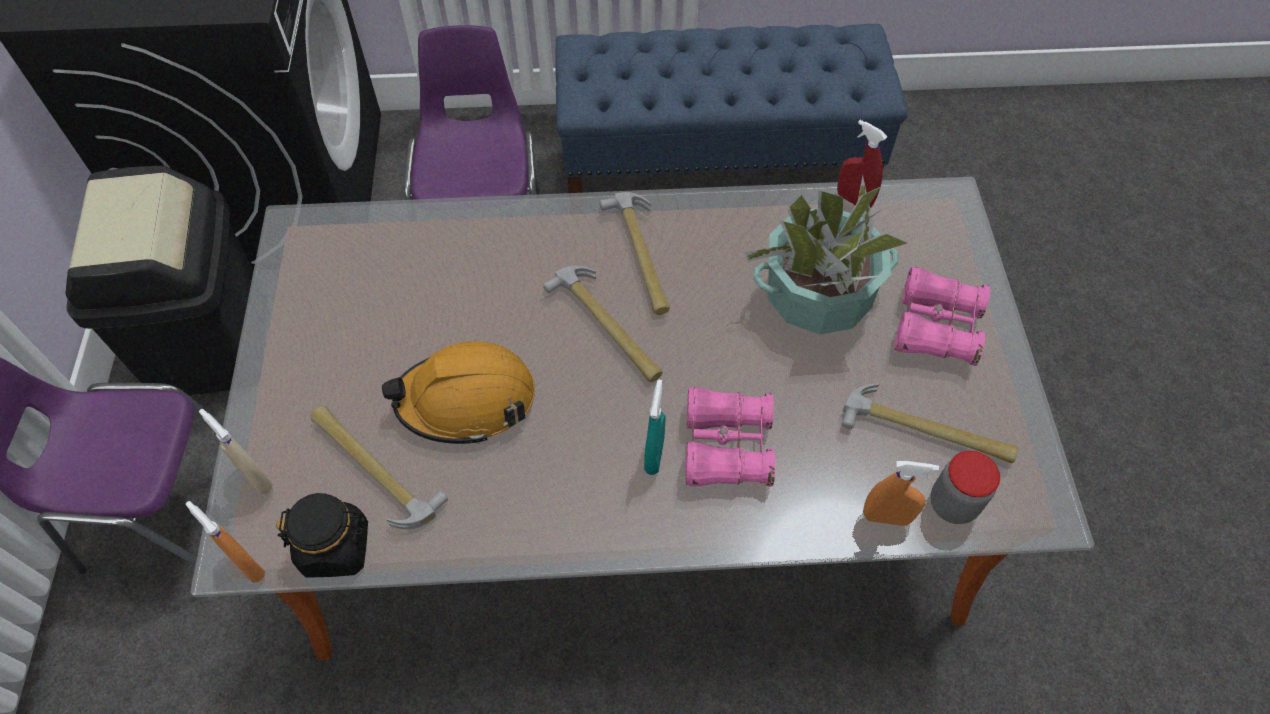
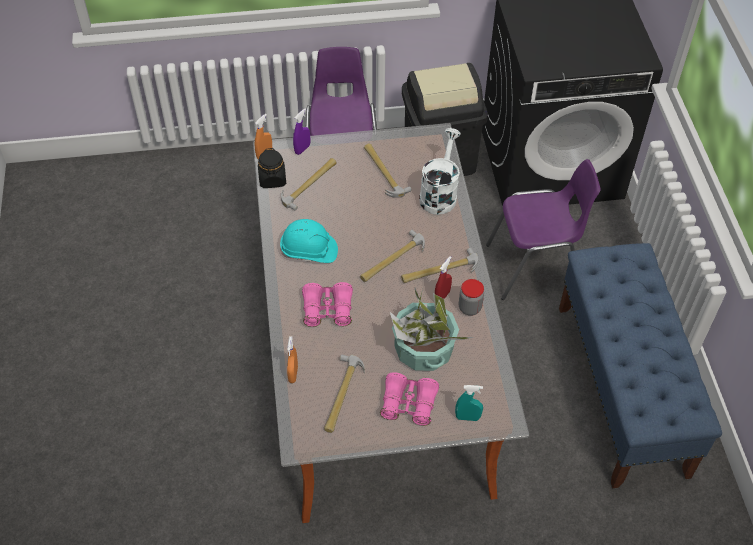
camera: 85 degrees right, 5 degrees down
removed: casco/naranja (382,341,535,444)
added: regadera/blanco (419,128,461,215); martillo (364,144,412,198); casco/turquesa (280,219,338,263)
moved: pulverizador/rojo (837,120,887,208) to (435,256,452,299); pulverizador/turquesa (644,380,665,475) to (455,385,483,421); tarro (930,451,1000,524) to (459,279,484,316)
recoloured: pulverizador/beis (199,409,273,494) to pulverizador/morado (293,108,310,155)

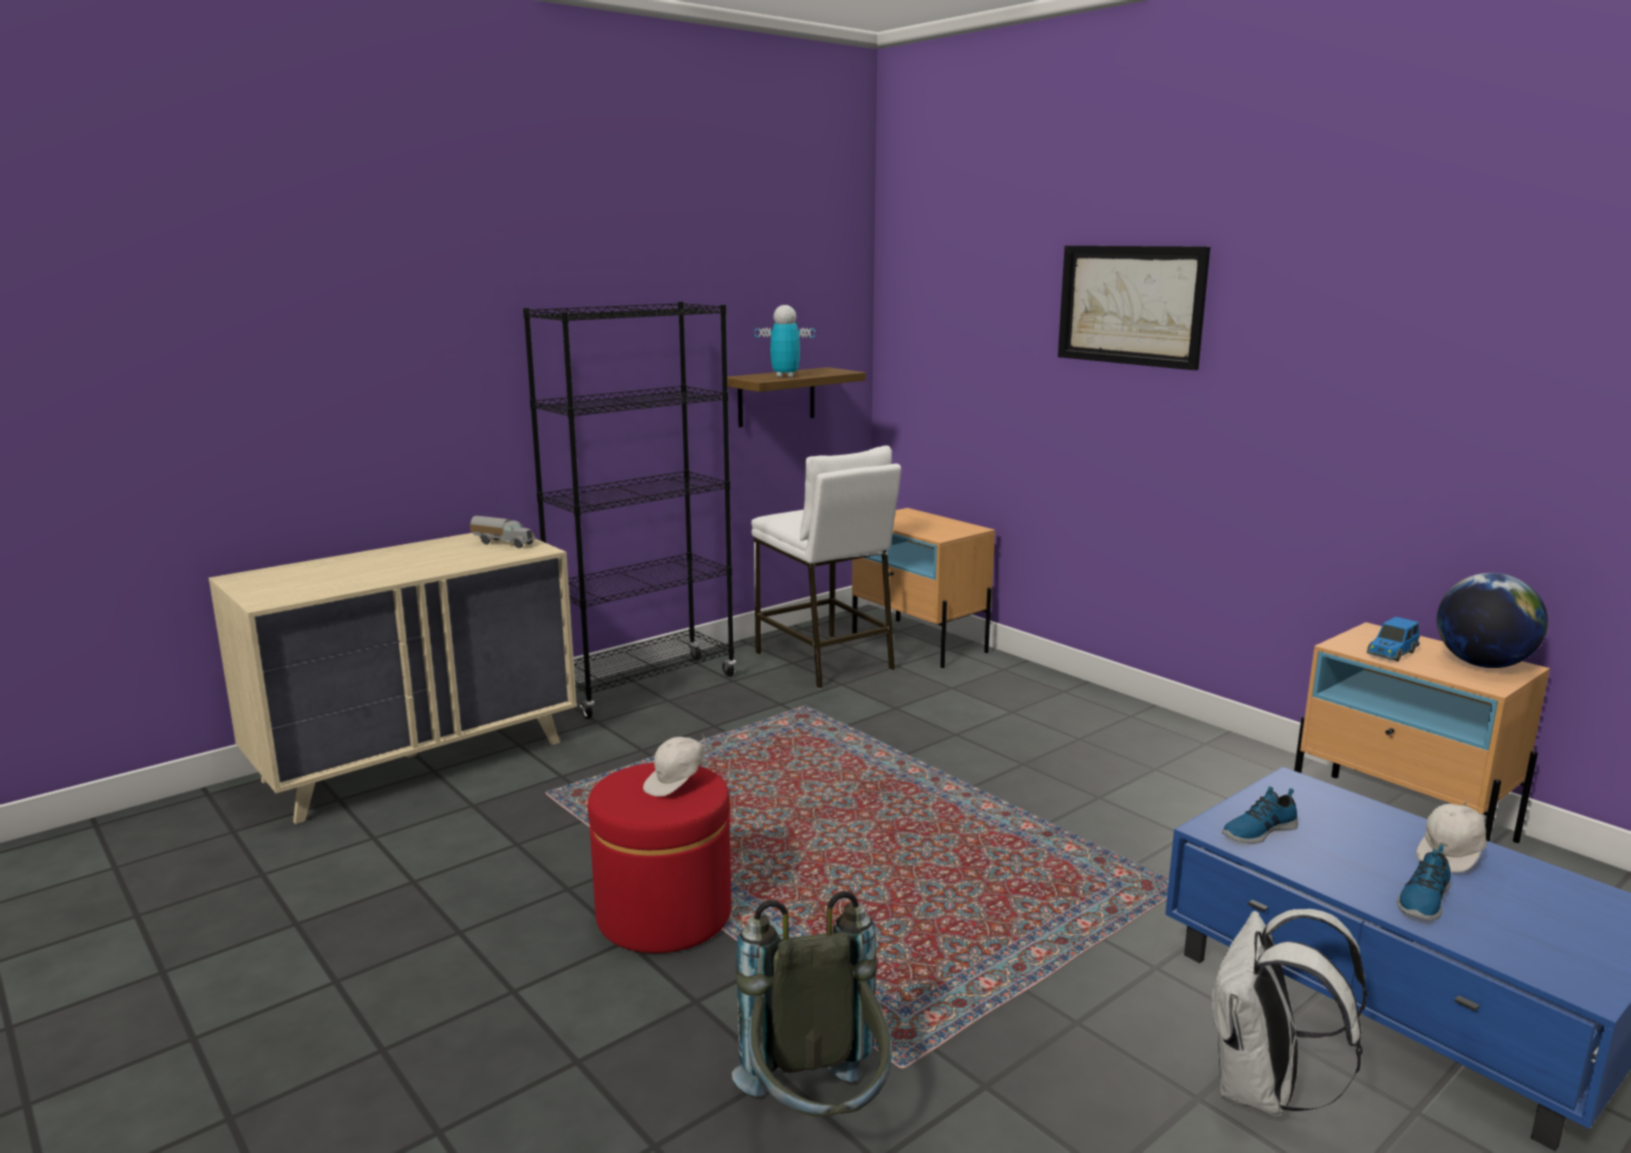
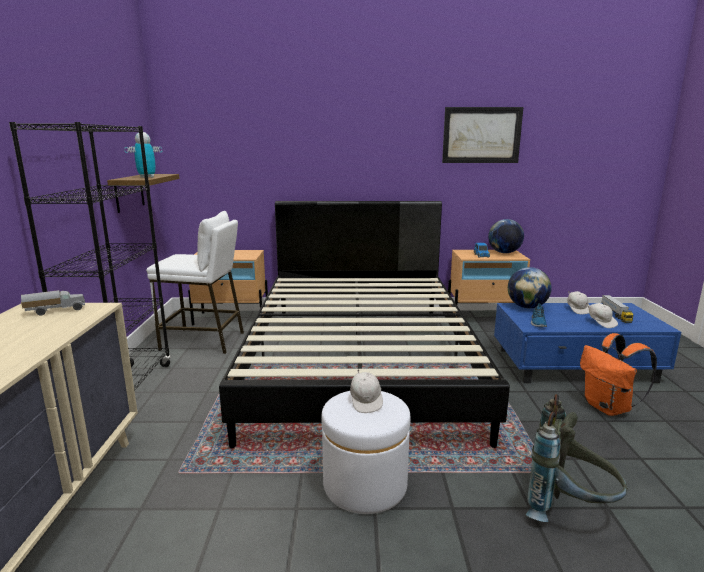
camera: 50 degrees left, 0 degrees up
added: cama/negro (219,201,510,448); globo terráqueo (508,267,552,308); camión de juguete (601,295,634,323)
moved: cuadro (1058,246,1210,370) to (442,107,523,163)
replaced: zapato (1397,845,1451,920) to gorra/blanco (586,303,618,328)
recoloured: puf/rojo (588,763,731,953) to puf/blanco (321,391,411,514); mochila/blanco (1208,909,1368,1117) to mochila/naranja (580,333,657,416)

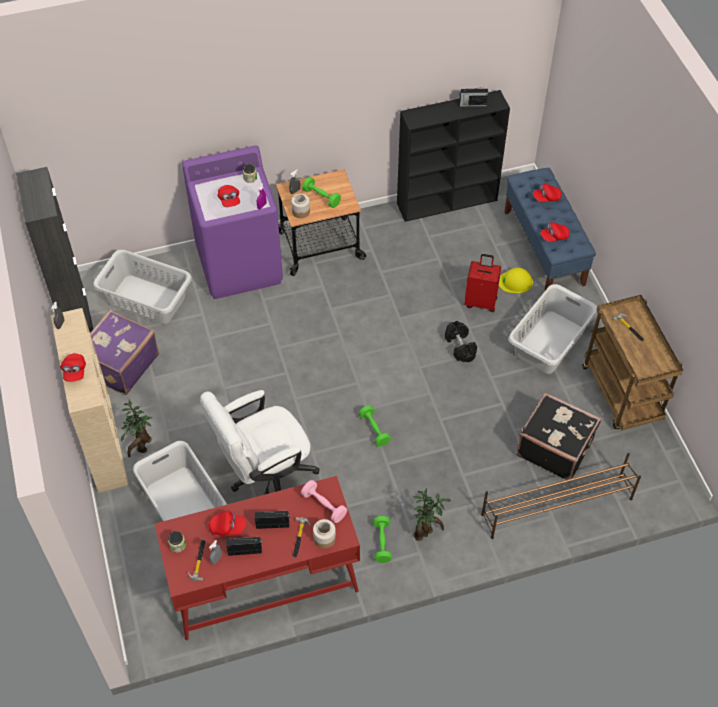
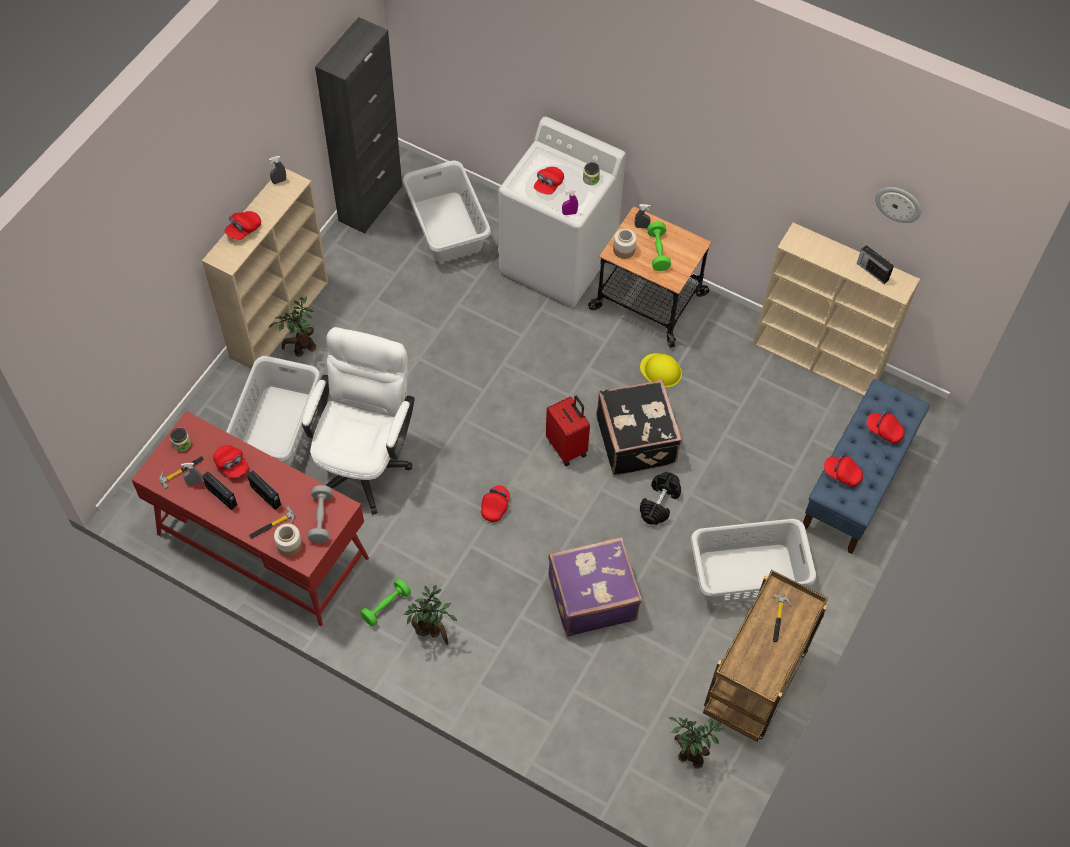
camera: 45 degrees right, 5 degrees up
removed: zapatero/marrón (481,453,641,539)
added: reloj de pared (875,187,921,223); planta en maceta (669,717,723,769)
moved: maleta/rojo (464,254,501,312) to (546,396,590,466); casco/amarillo (499,268,533,293) to (640,353,682,388); maleta/morado (90,310,159,395) to (549,537,642,637); maleta/negro (516,392,601,480) to (596,380,682,475)
replaced: mancuerna/verde (359,405,391,447) to gorra/rojo (481,486,510,522)
recoloured: estantería/negro (397,90,510,222) to estantería/beis (753,223,920,396); lavadora/morado (182,146,283,299) to lavadora/blanco (499,117,626,307); mancuerna/rosa (301,480,347,523) to mancuerna/gris (308,485,333,543)
turned: silla de oficina/blanco (200,390,320,495) = (302,327,415,515) 90 degrees clockwise

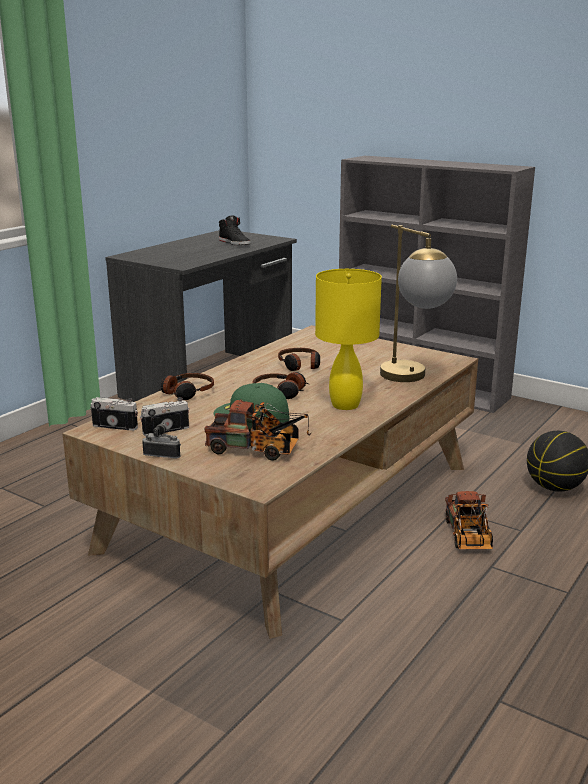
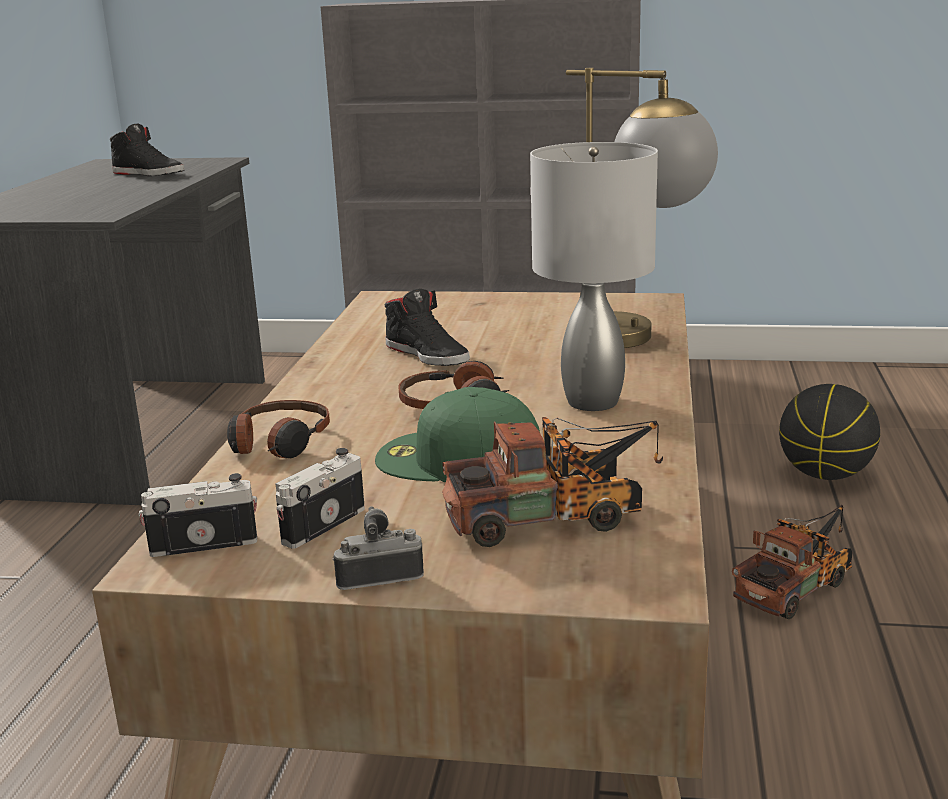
camera: 25 degrees left, 0 degrees up
replaced: auriculares (278,348,320,371) to zapato/negro (384,289,470,366)
recoloured: lámpara de mesa/amarillo (315,269,382,410) to lámpara de mesa/gris (530,142,658,411)
turned: camión de juguete (445,491,493,549) = (732,505,852,619) 105 degrees counterclockwise

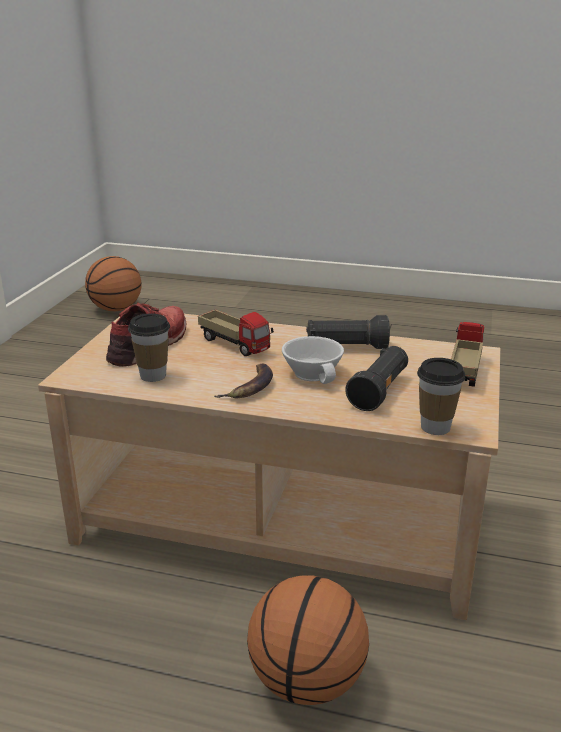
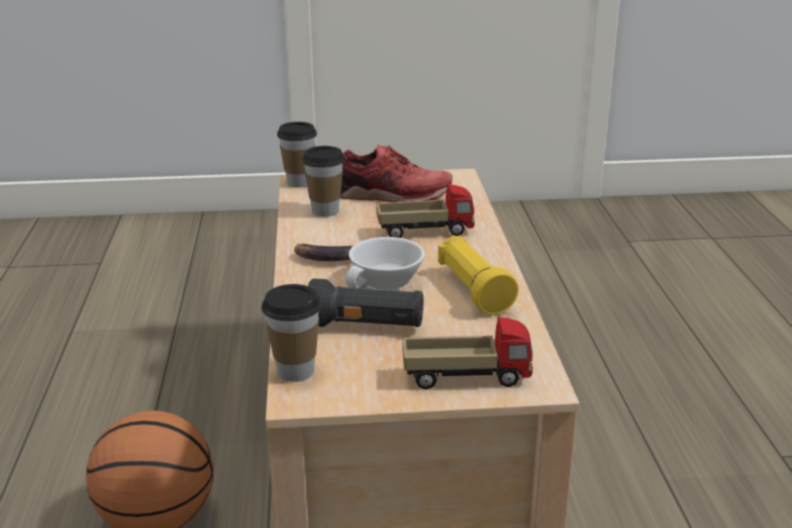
camera: 70 degrees right, 0 degrees up
removed: balón de baloncesto (85,256,141,311)
added: taza (277,122,317,188)
recoloured: linterna/negro (306,315,390,349) to linterna/amarillo (438,236,519,315)
turned: camión de juguete (198,309,274,356) = (376,184,475,238) 120 degrees counterclockwise

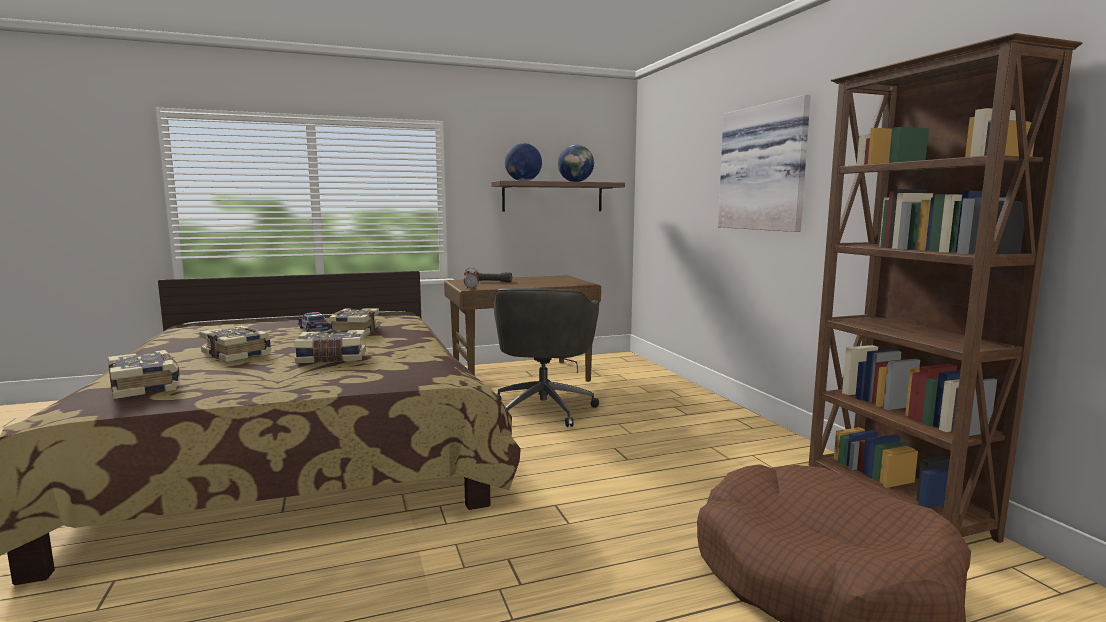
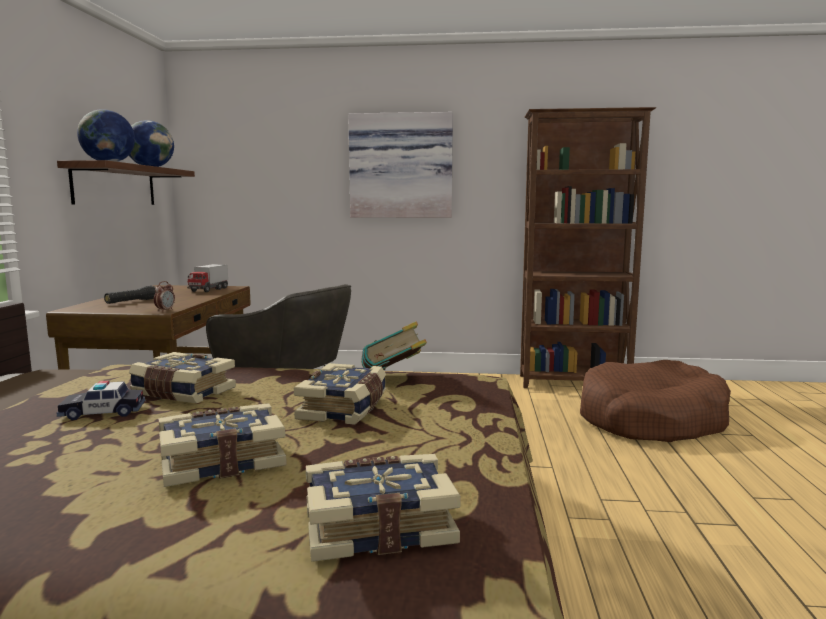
camera: 65 degrees left, 0 degrees up
added: camión de juguete (187,264,228,292); libro (361,321,427,370)

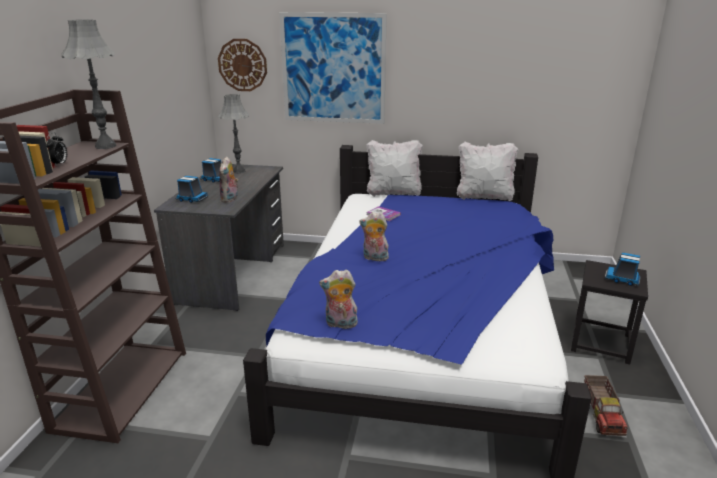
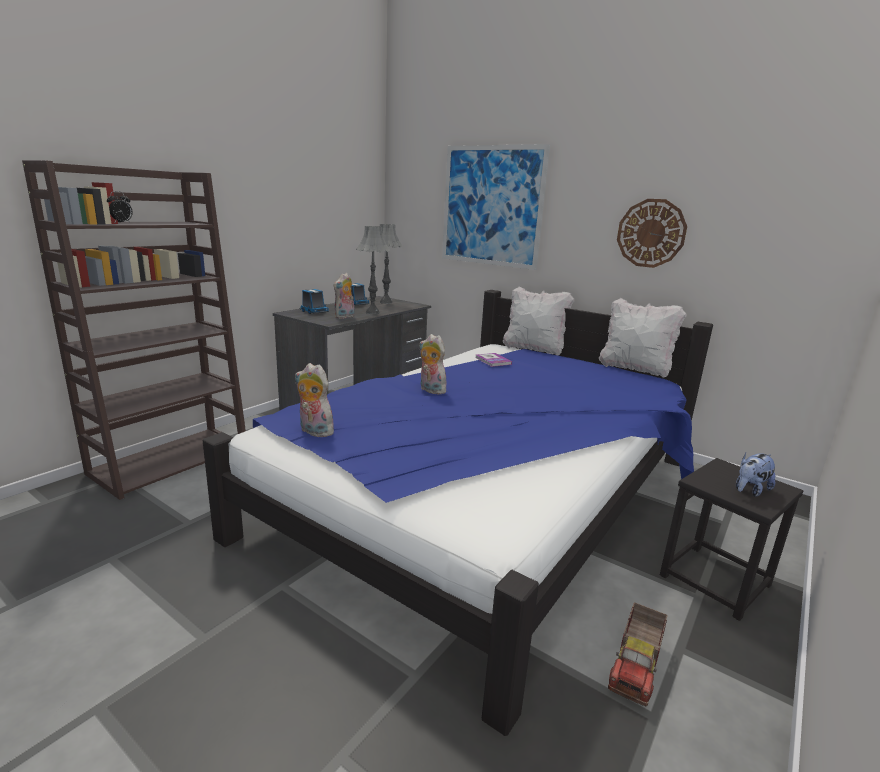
camera: 25 degrees right, 5 degrees down
moved: lámpara de mesa/gris (61,20,116,149) to (356,226,390,314); reloj de pared (218,39,267,91) to (617,199,687,268)
replaced: camión de juguete (605,253,641,286) to peluche (736,453,776,497)

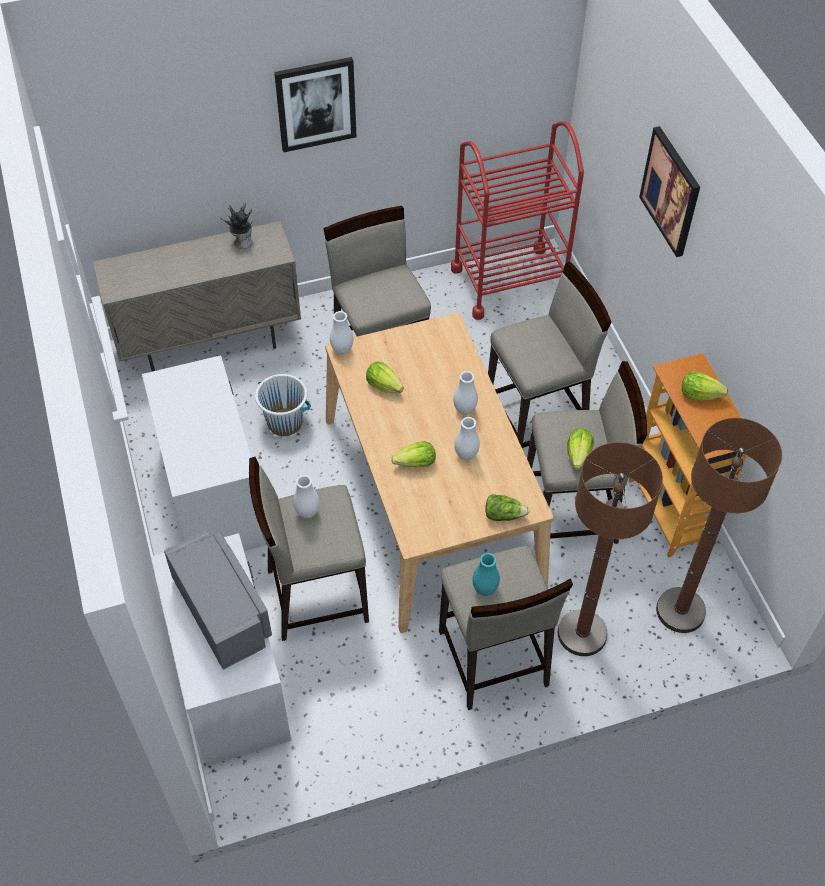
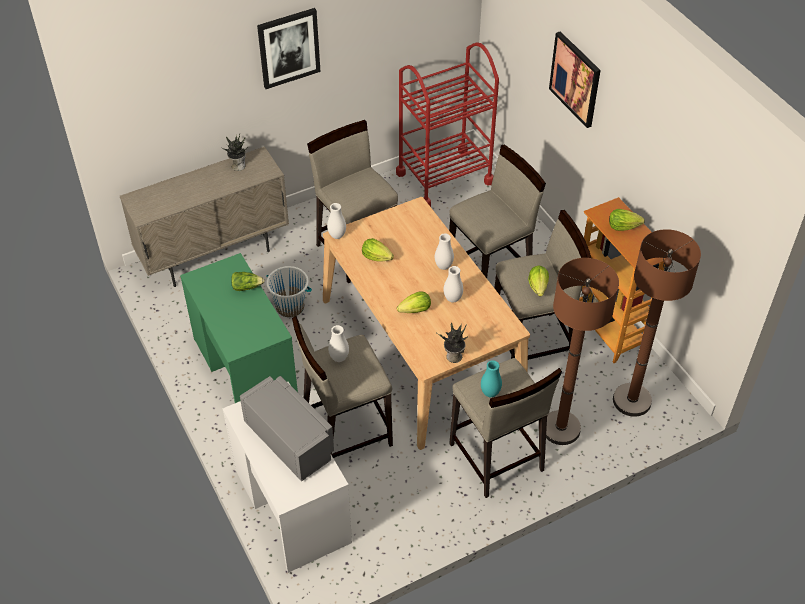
camera: 10 degrees left, 5 degrees down
added: planta en maceta (438,323,469,363)
moved: lechuga (486,494,530,521) to (231,272,265,291)
recoloured: escritorio/blanco (142,355,267,551) to escritorio/verde (180,253,298,403)

